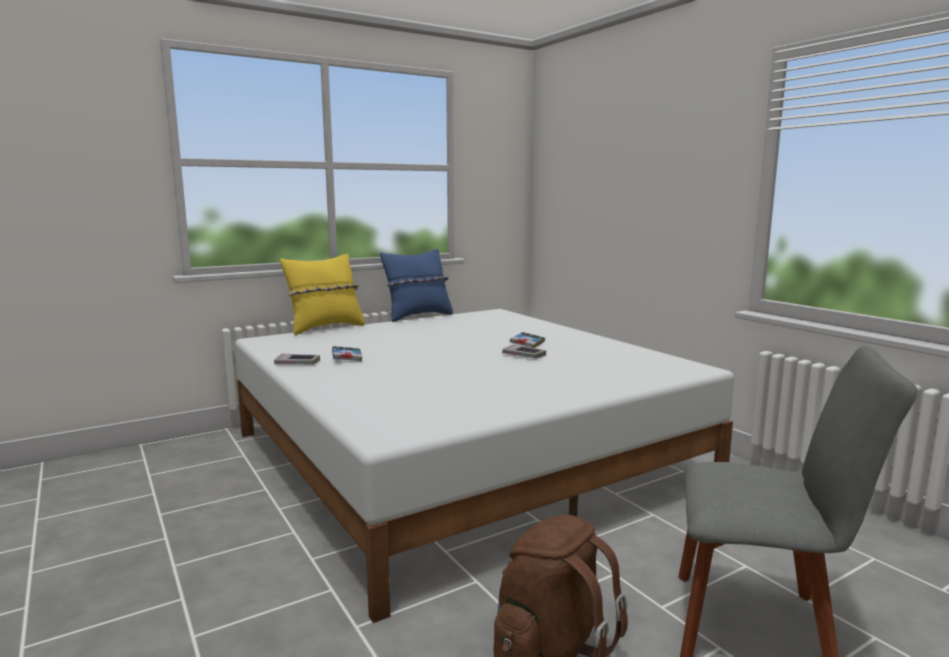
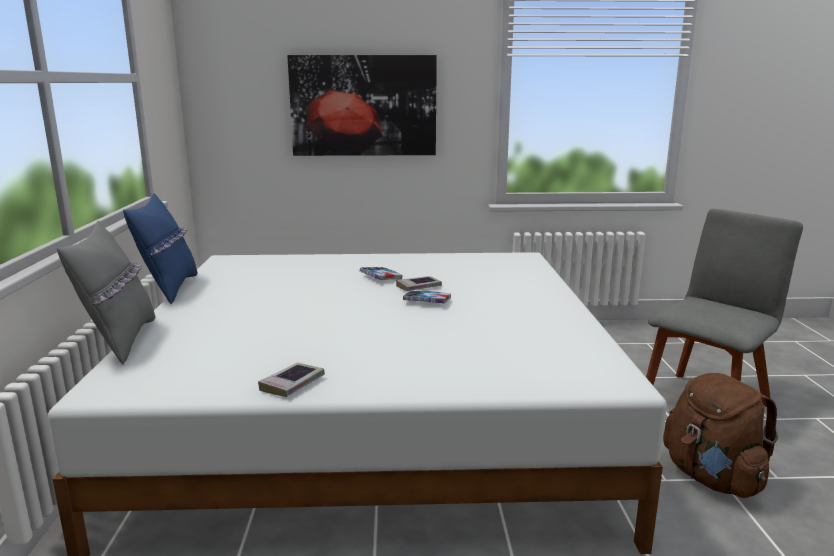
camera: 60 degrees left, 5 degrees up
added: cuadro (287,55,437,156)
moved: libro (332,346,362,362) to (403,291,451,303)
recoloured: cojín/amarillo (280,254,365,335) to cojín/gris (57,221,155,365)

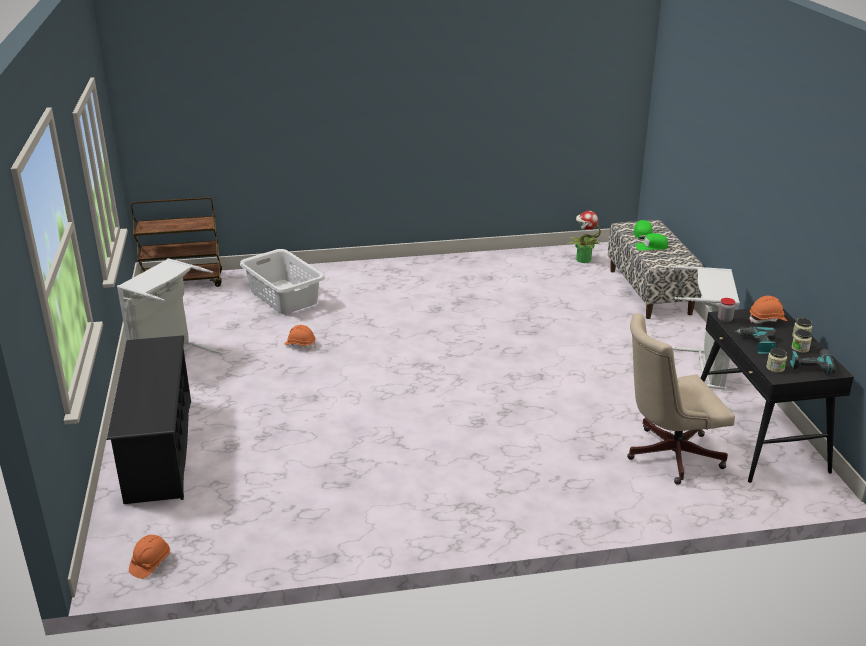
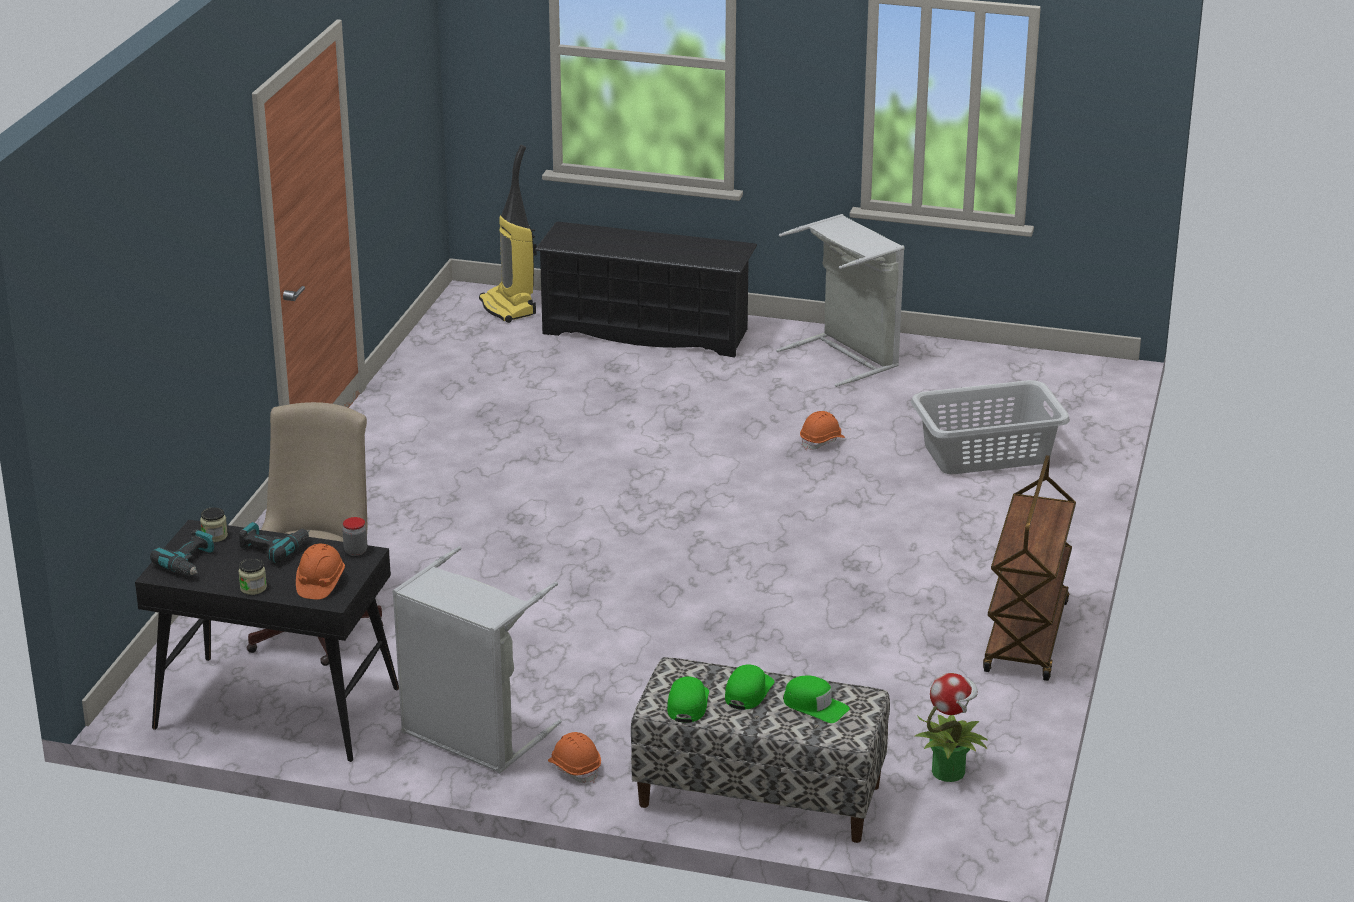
camera: 115 degrees right, 0 degrees up
removed: tarro (791,329,812,353)
added: aspiradora (479,145,537,323); gorra/verde (667,676,709,723)
moved: carrito/marrón (131,197,222,287) to (983,455,1076,681); casco/naranja (129,535,170,579) to (548,732,601,783)

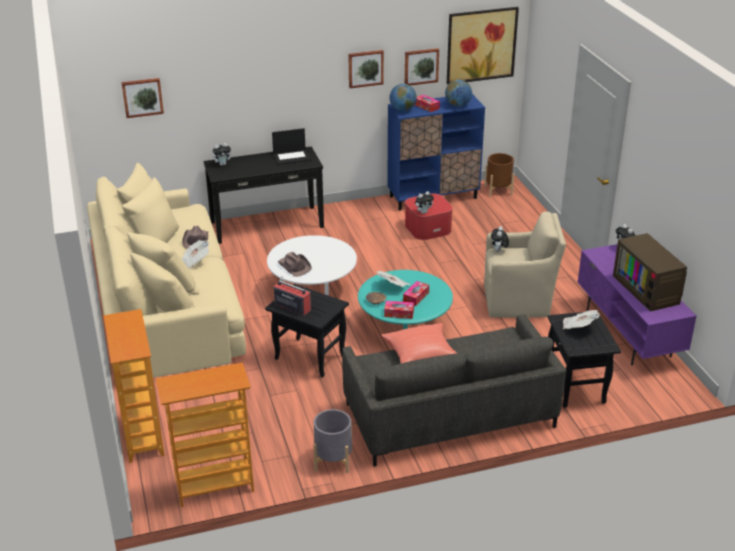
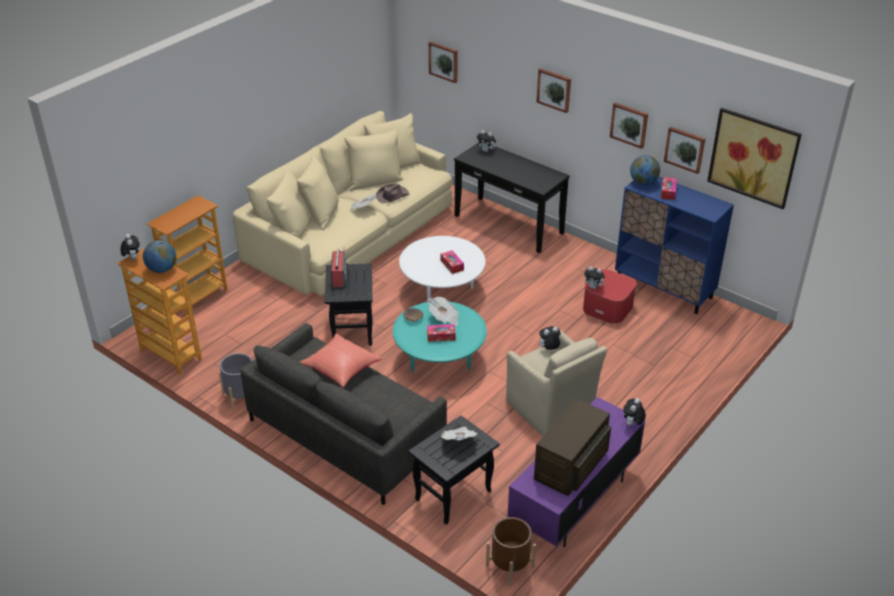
camera: 55 degrees right, 5 degrees up
removed: portátil (272,128,311,165); sombrero/marrón (278,252,312,277)
added: cuadro (537,68,571,113); peluche (121,234,140,260)
moved: globo terráqueo (445,79,472,107) to (143,240,176,273); maceta/marrón (485,153,514,197) to (486,517,536,586); caja de pañuelos (384,301,414,319) to (441,250,464,274)

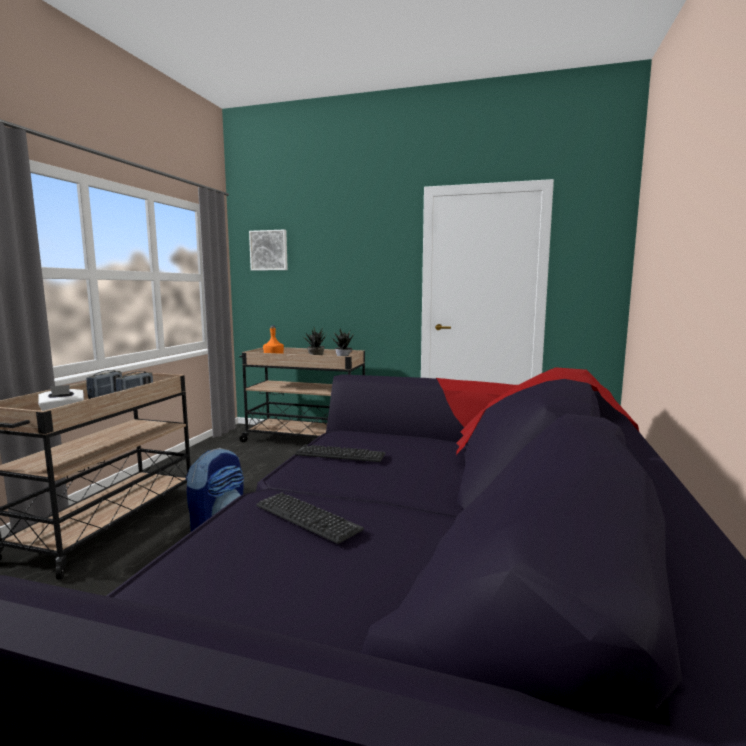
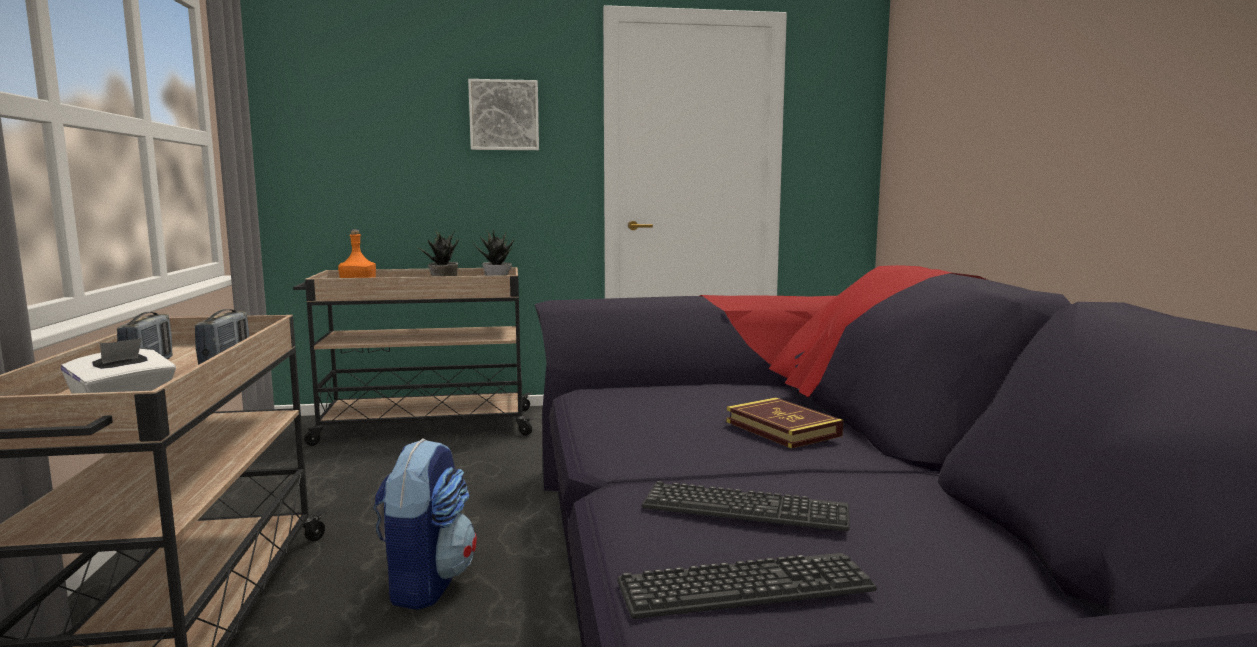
camera: 25 degrees left, 0 degrees up
added: libro (726,397,843,448)
moved: cuadro (249,230,288,271) to (468,79,539,150); teclado (295,444,386,462) to (617,553,877,619)

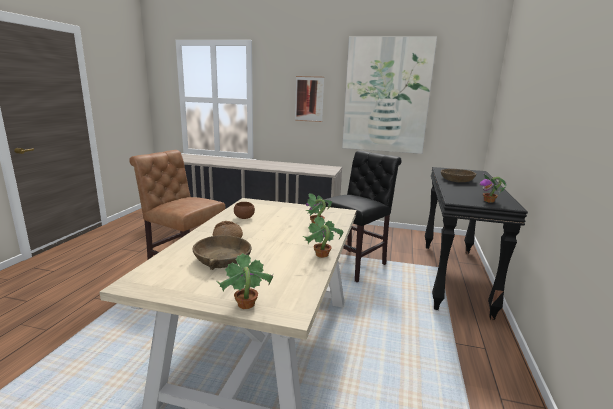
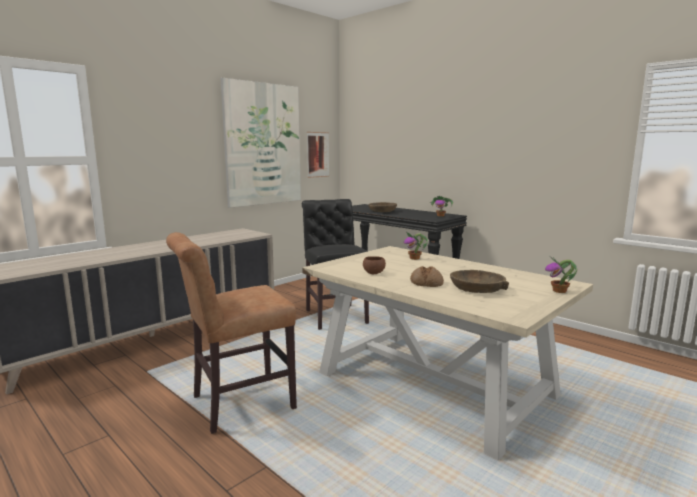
camera: 60 degrees left, 5 degrees down
removed: planta en maceta (303,216,343,258)
moved: cuadro (295,76,324,122) to (307,132,329,178)

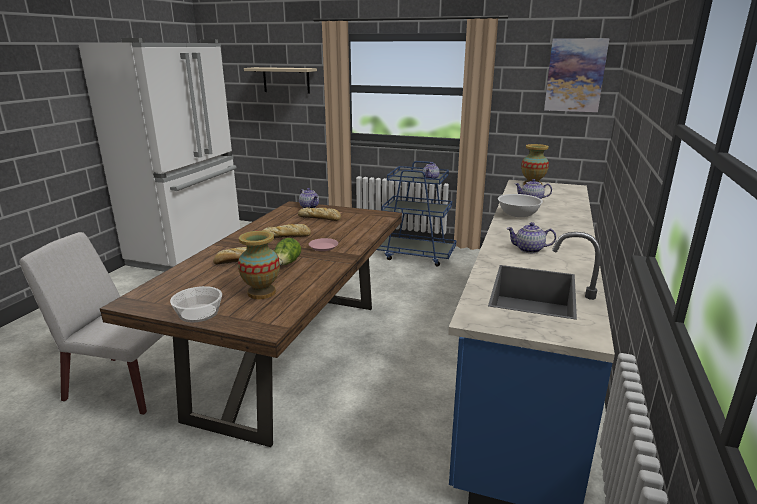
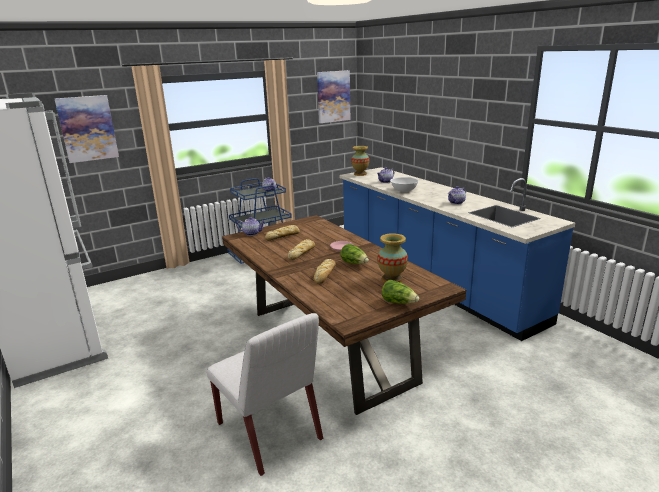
camera: 50 degrees left, 0 degrees up
replaced: estante/beis (244,67,317,93) to cuadro (55,95,119,163); cuenco (170,286,222,322) to lechuga (382,280,419,304)
turned: silla/blanco (19,232,164,415) = (207,313,323,476) 90 degrees counterclockwise

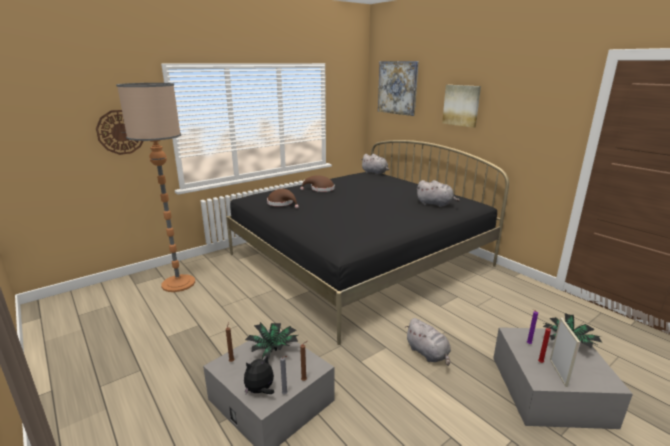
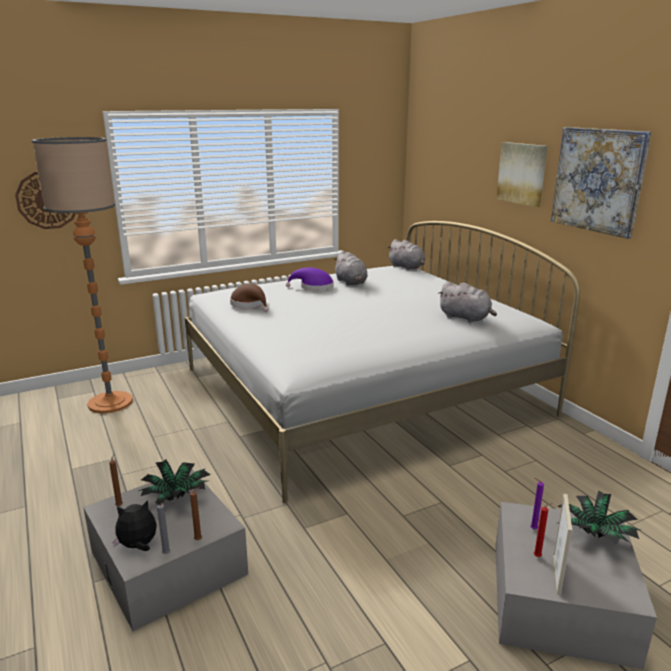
camera: 10 degrees right, 0 degrees up
moved: cuadro (378,61,419,116) to (551,127,651,239); peluche/gris (405,318,451,366) to (333,251,368,286)
recoloured: cama/negro (226,140,509,345) to cama/blanco (185,221,580,503); sombrero/marrón (300,175,334,192) to sombrero/morado (286,267,334,291)

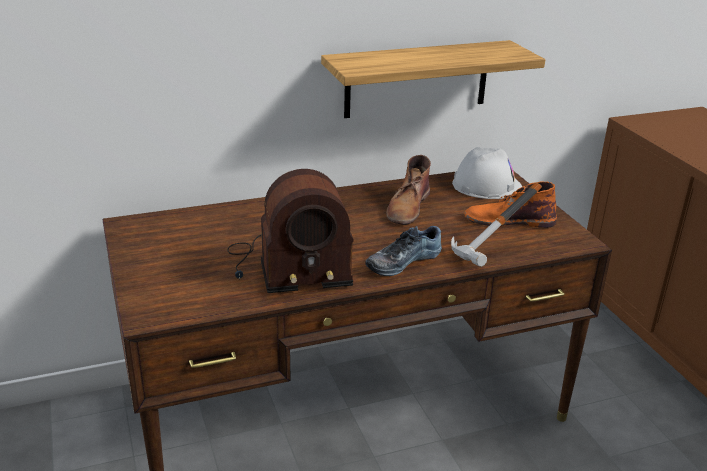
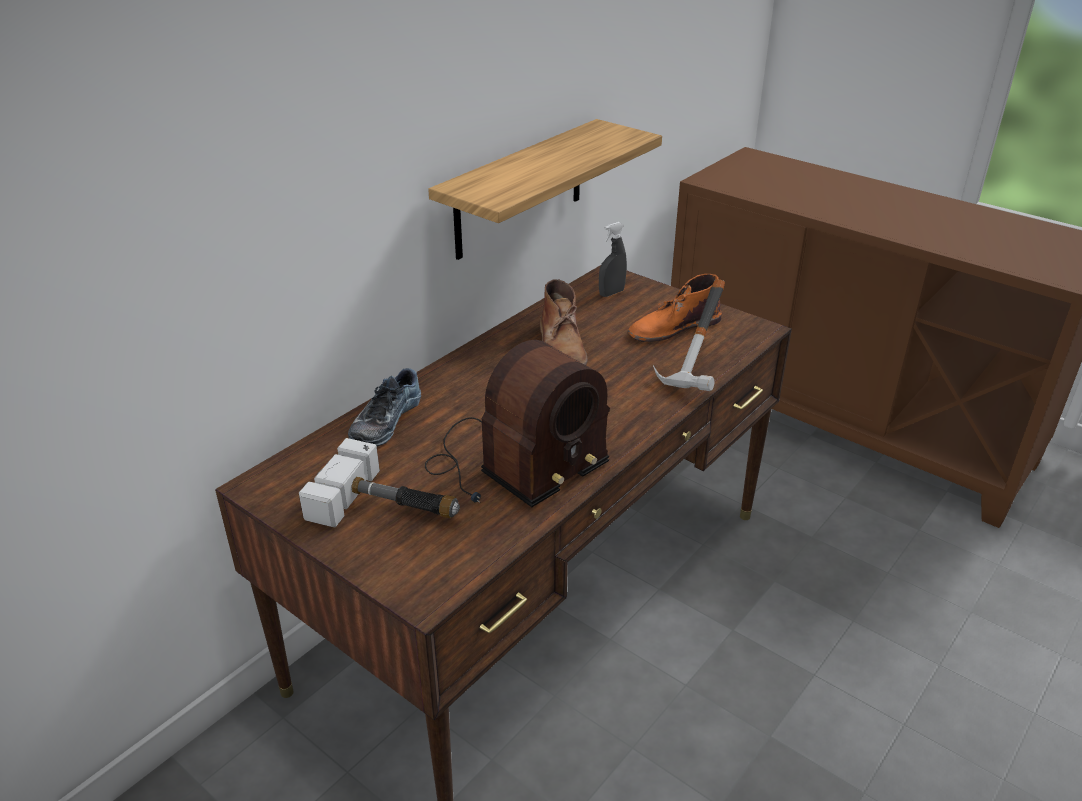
camera: 30 degrees left, 5 degrees up
added: martillo (299,438,460,528)
moved: zapato (365,226,442,276) to (348,368,421,447)
replaced: casco/blanco (452,147,522,199) to pulverizador/gris (599,222,627,297)

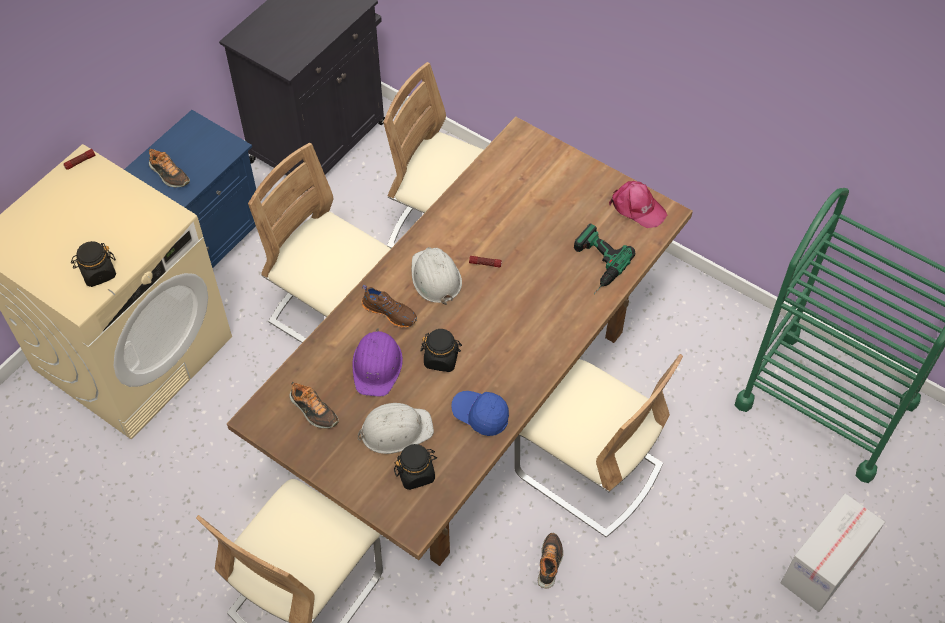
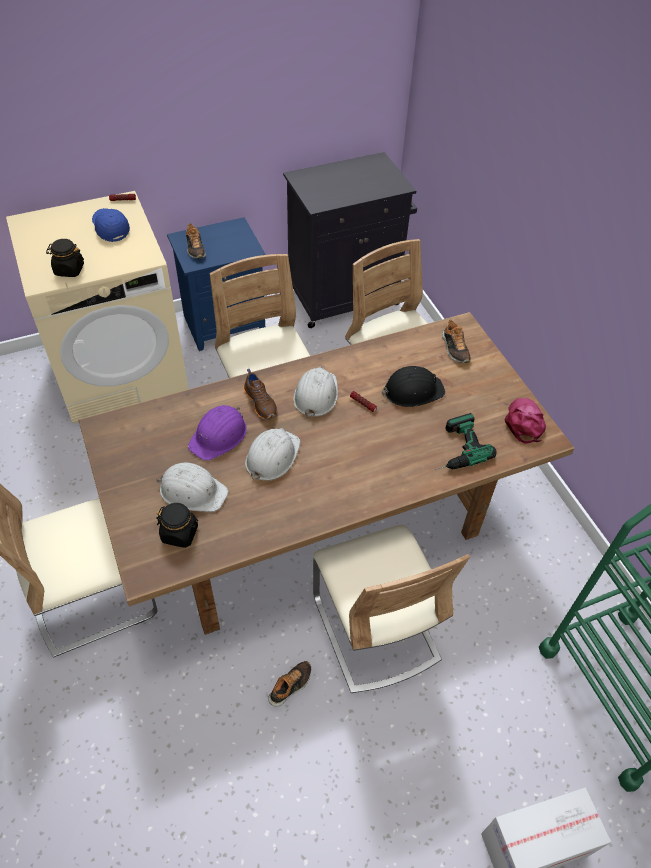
camera: 30 degrees right, 5 degrees down
added: casco/negro (382,366,445,407)
moved: zapato (289,382,339,428) to (442,319,471,363); gorra/azul (451,391,509,436) to (92,208,130,242)
replaced: tarro/negro (421,329,462,372) to casco/blanco (245,428,301,481)
turned: gorra/rosa (609,181,667,228) = (505,398,546,444) 150 degrees counterclockwise

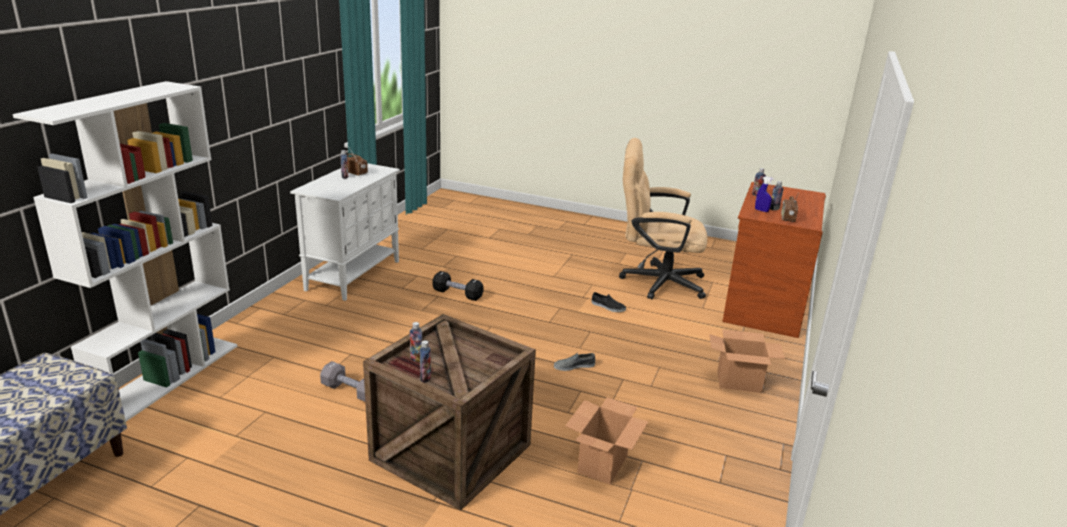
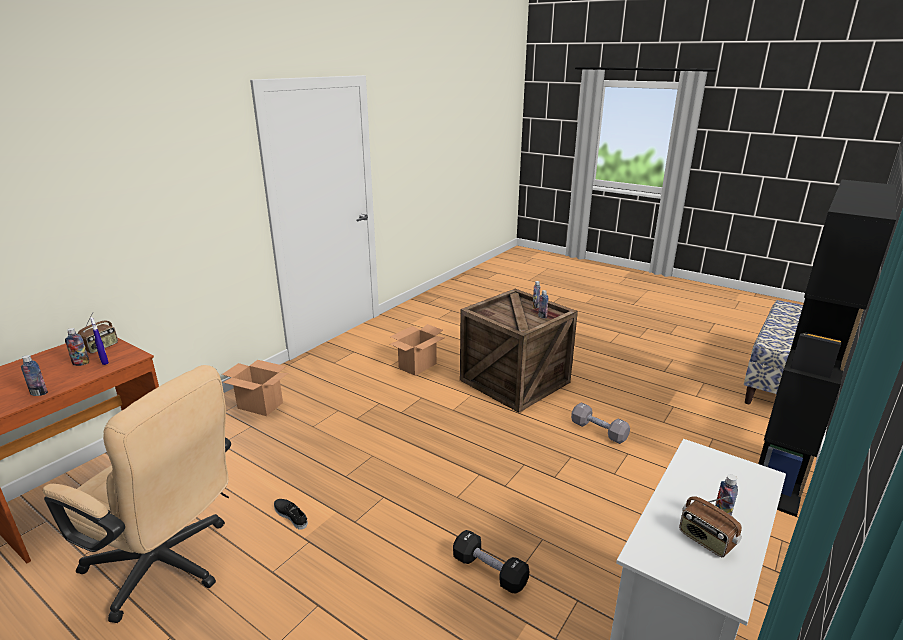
camera: 165 degrees left, 0 degrees up
removed: zapato/gris (554,353,595,371)
recoloured: estantería/blanco (13,81,237,421) to estantería/negro (758,180,896,517)

